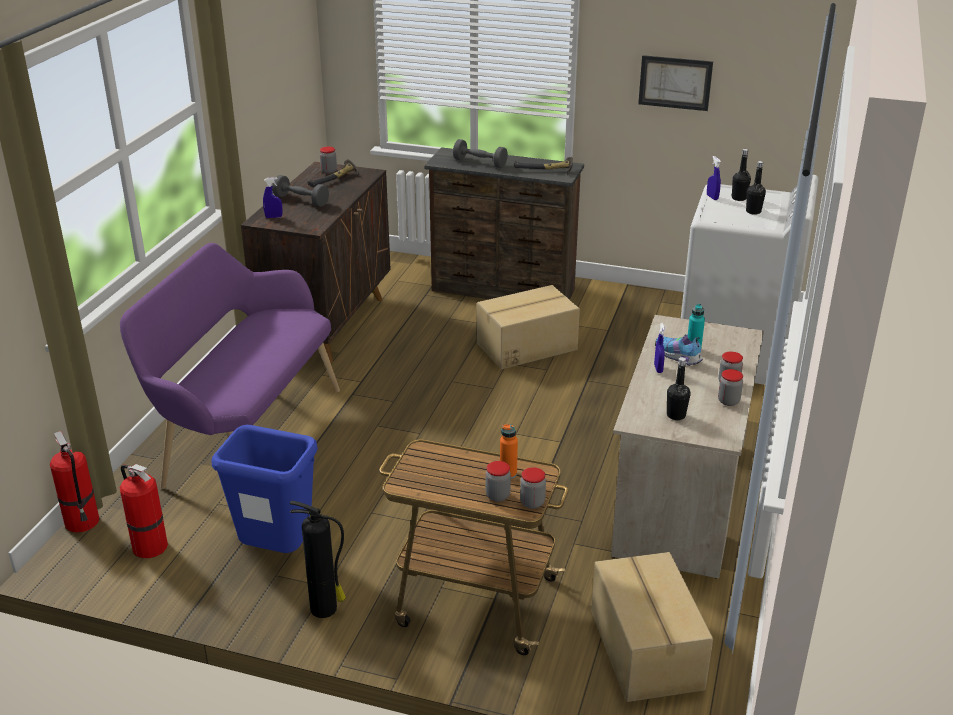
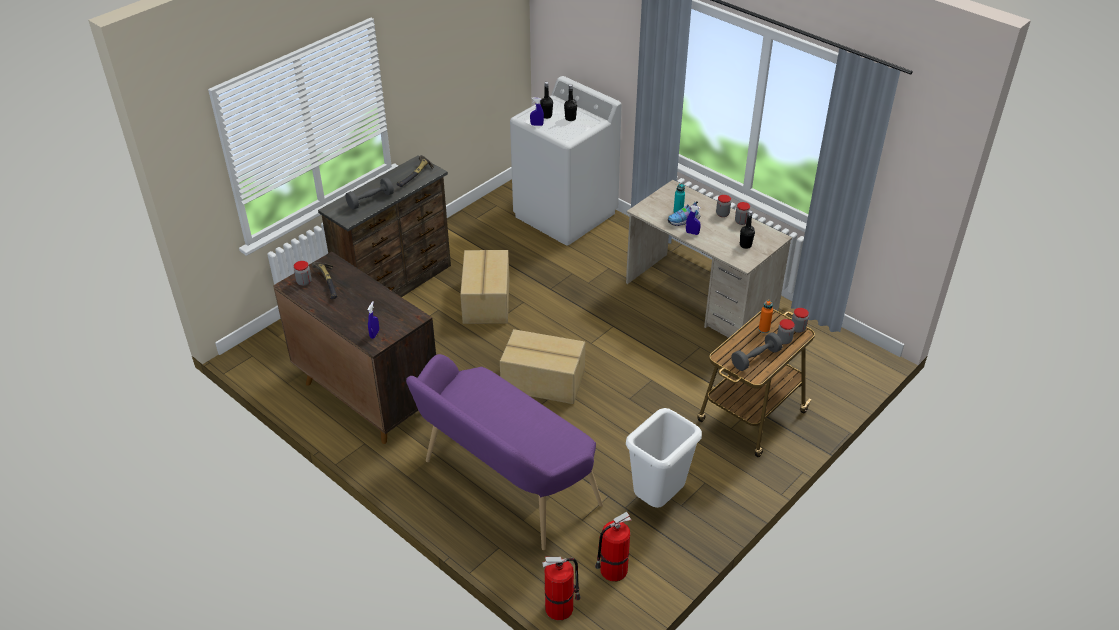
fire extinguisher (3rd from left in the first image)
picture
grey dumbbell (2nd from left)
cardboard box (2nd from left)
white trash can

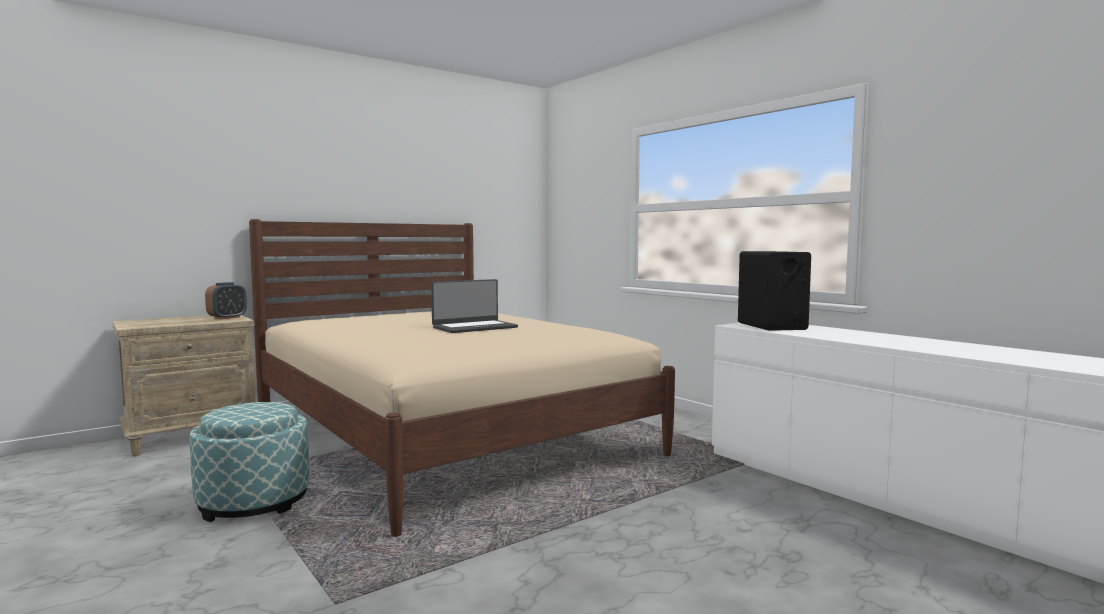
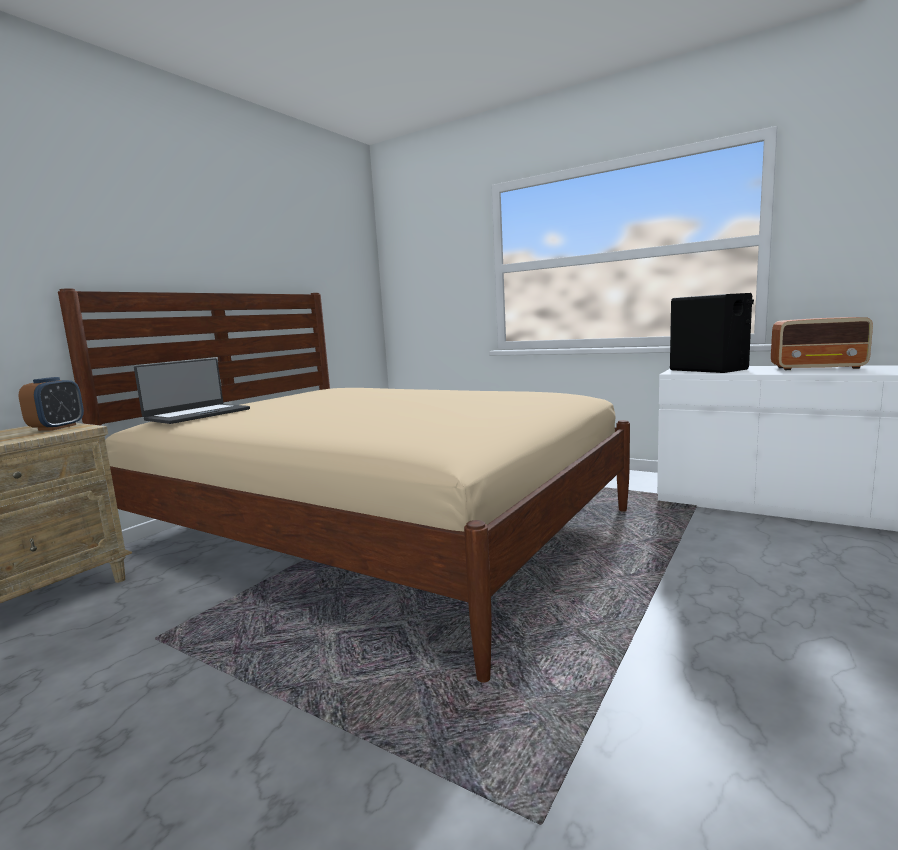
ottoman
radio
laptop

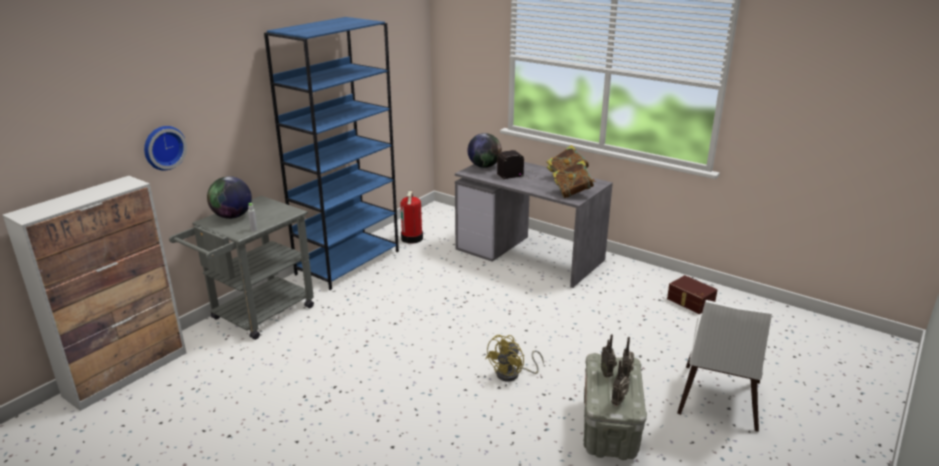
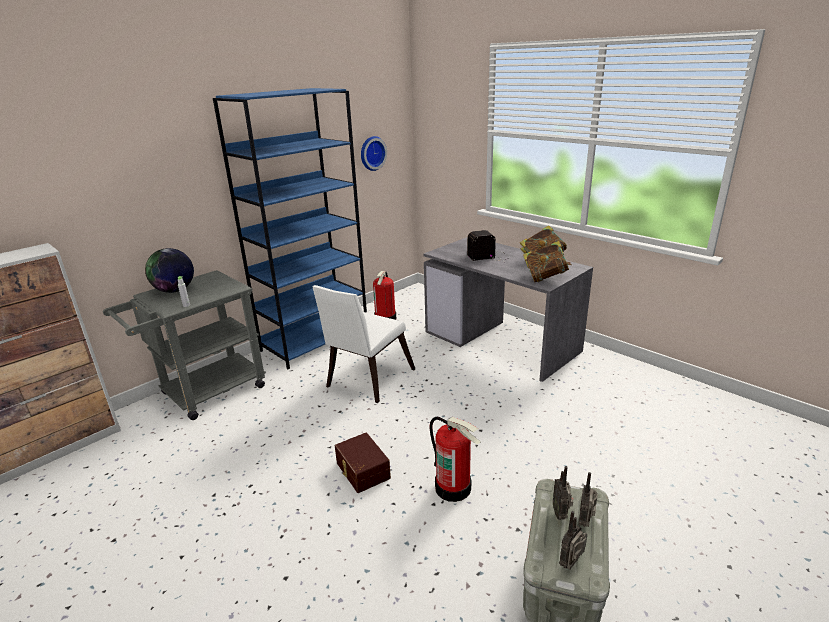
globe (2nd from left in the first image)
wall clock
brown storage box
white chair
fire extinguisher (2nd from left)

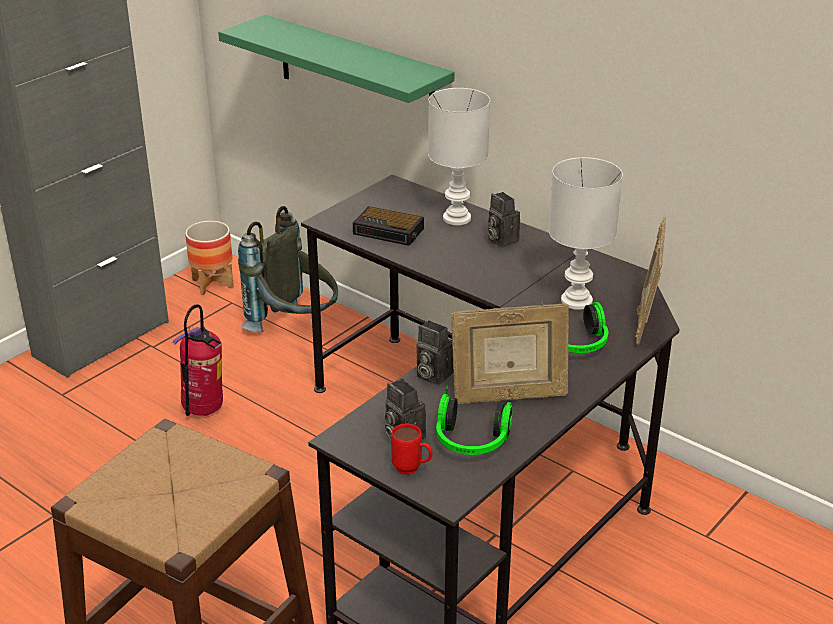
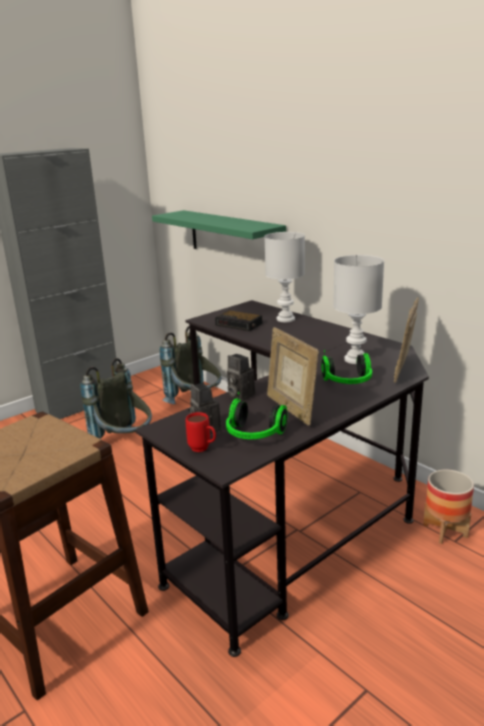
photo camera (3rd from left in the first image)
planter
grey backpack (1st from left)
picture frame (1st from left)

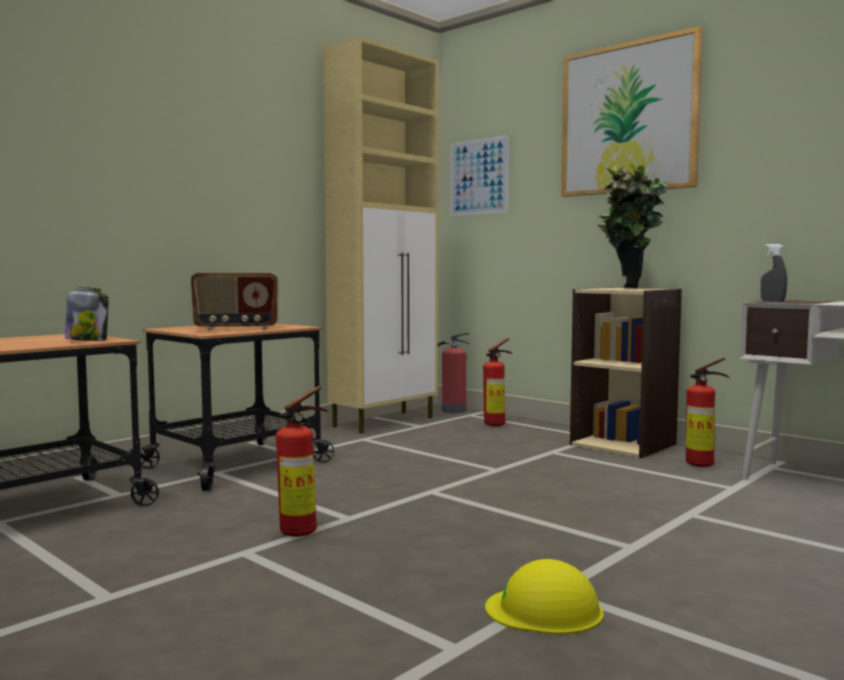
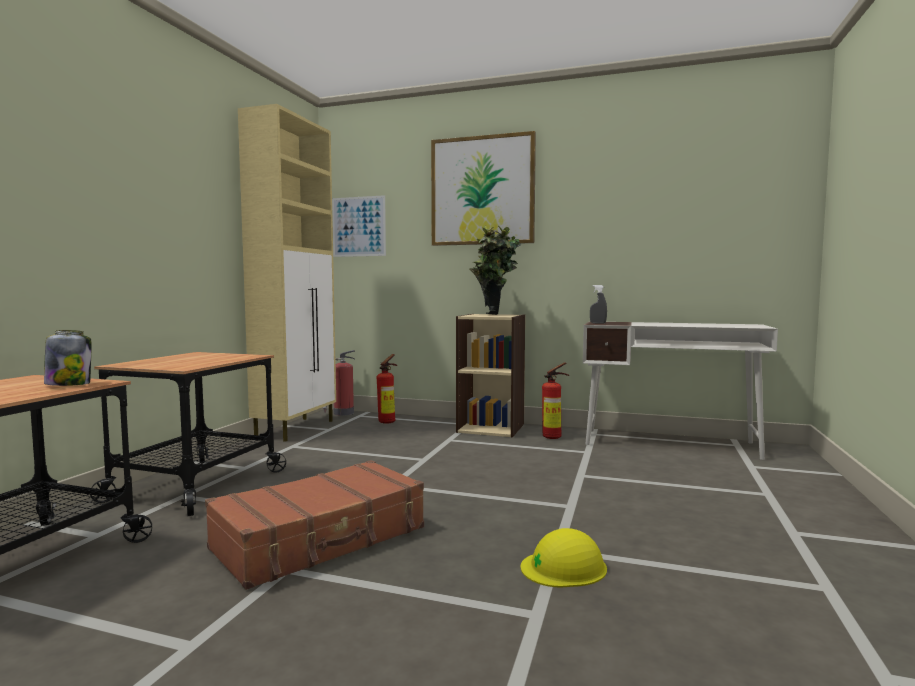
radio
brown suitcase

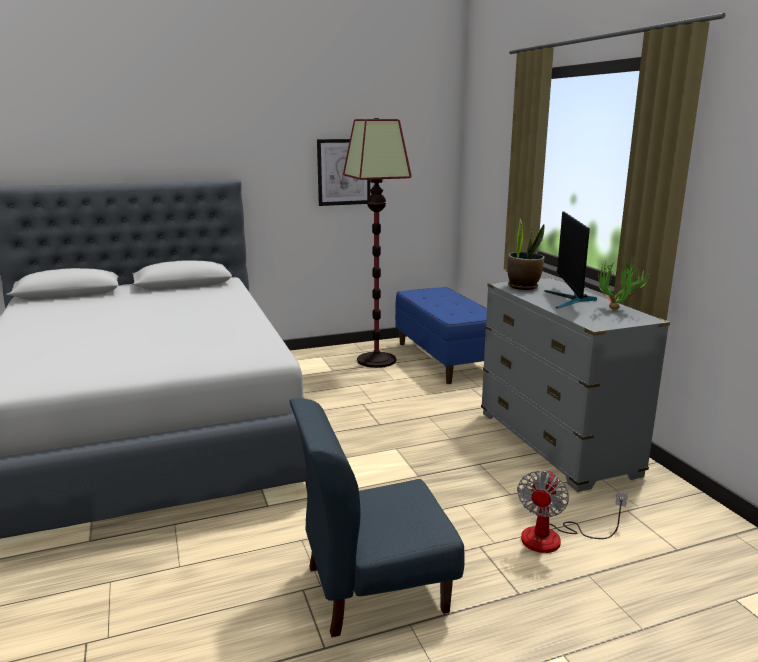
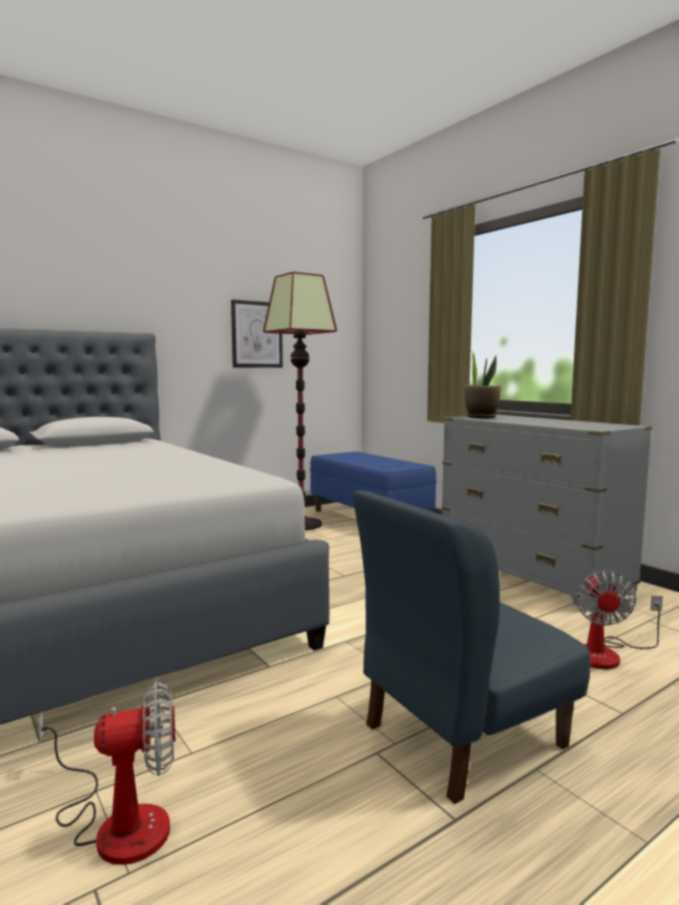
monitor
potted plant (2nd from left in the first image)
fan (1st from left)

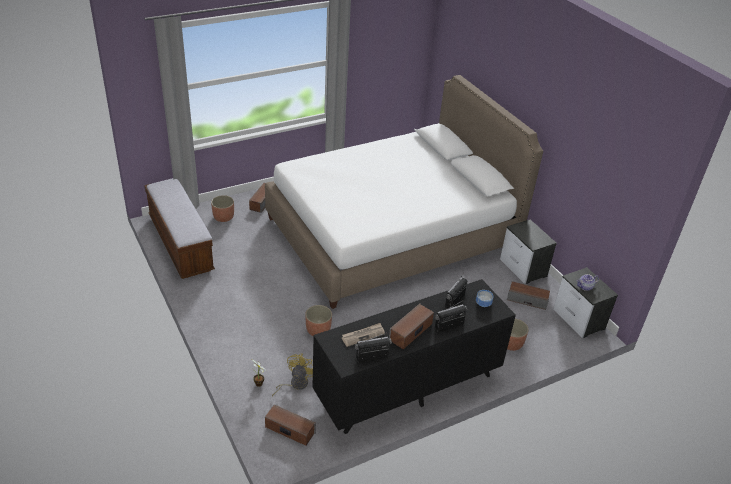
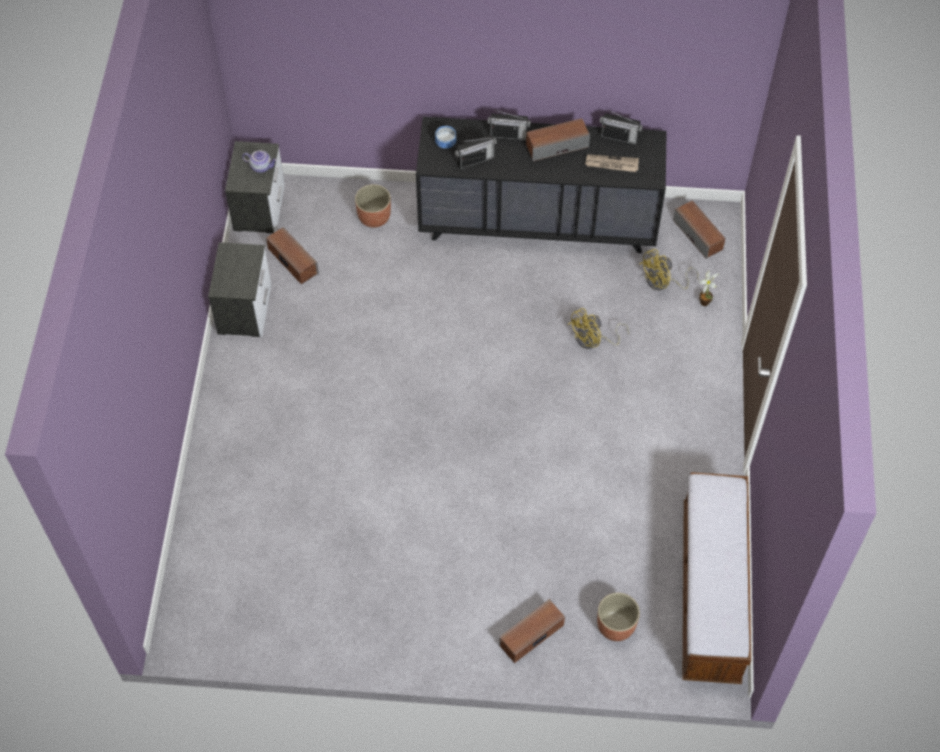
white bed
yellow fan (1st from left)

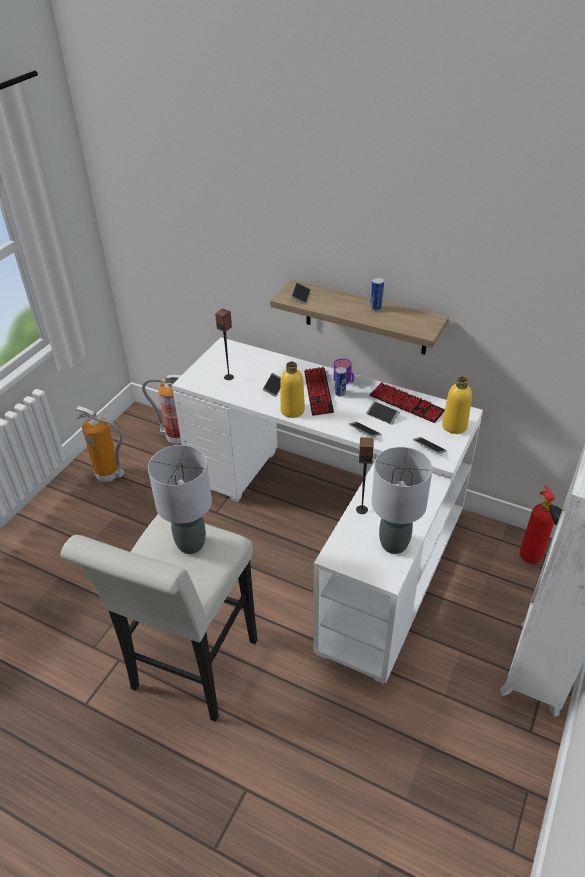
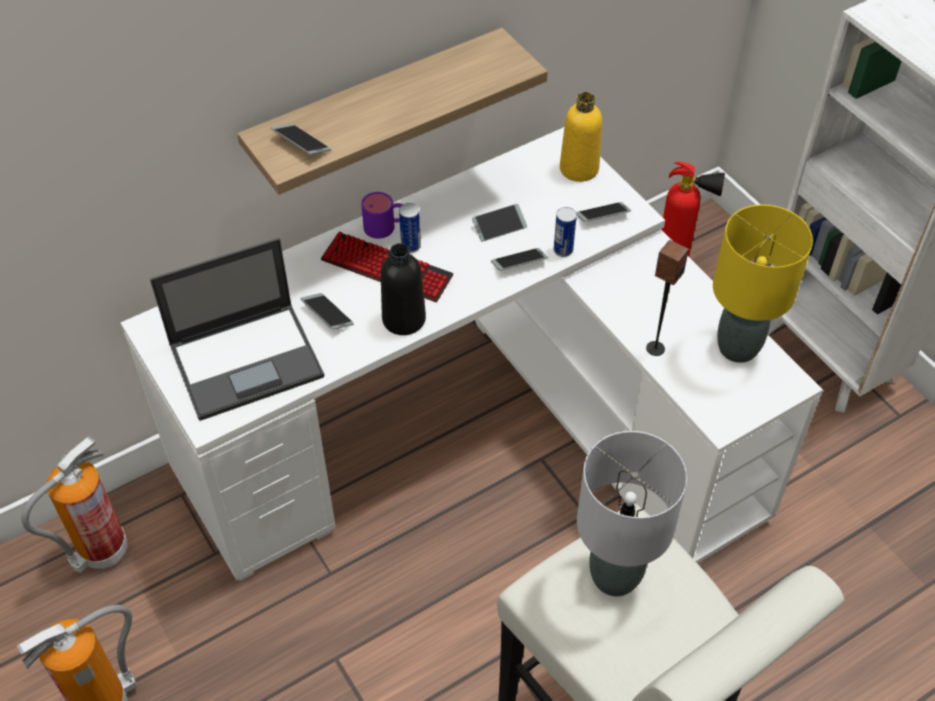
keyboard (2nd from left in the first image)
can (2nd from left)
laptop
black bottle
yellow table lamp

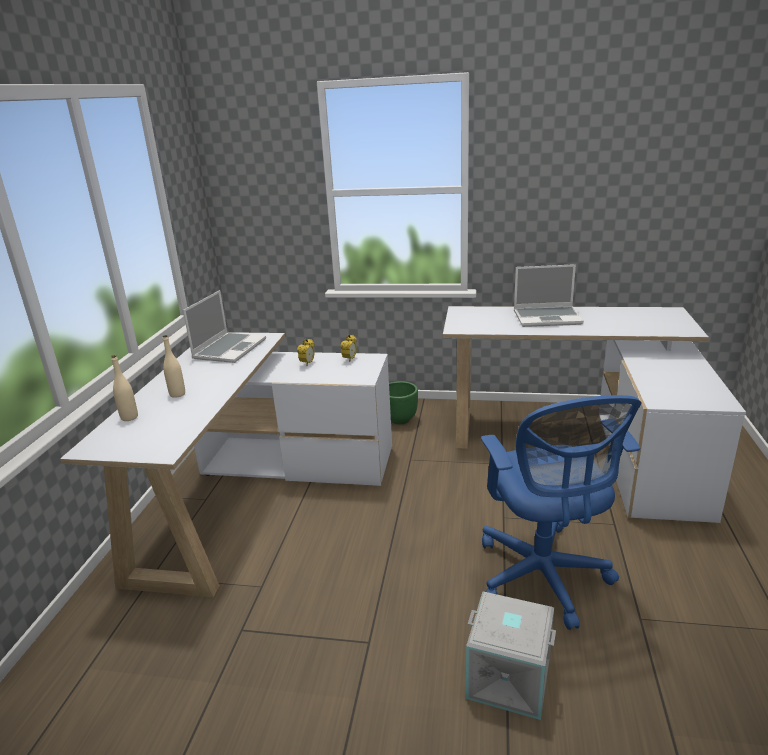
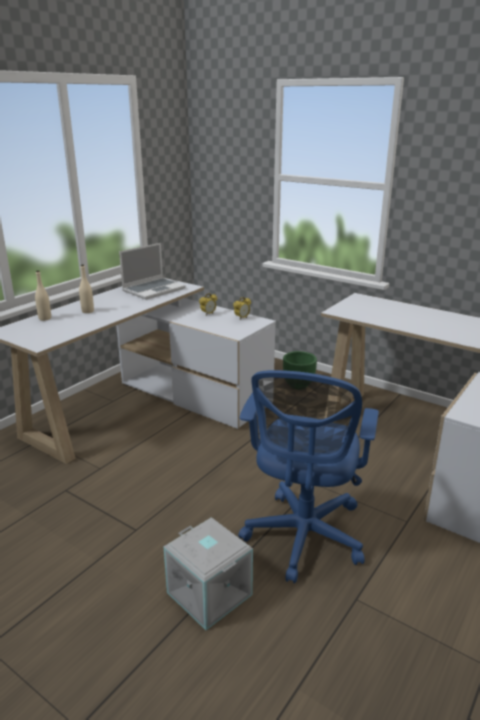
laptop (2nd from left in the first image)

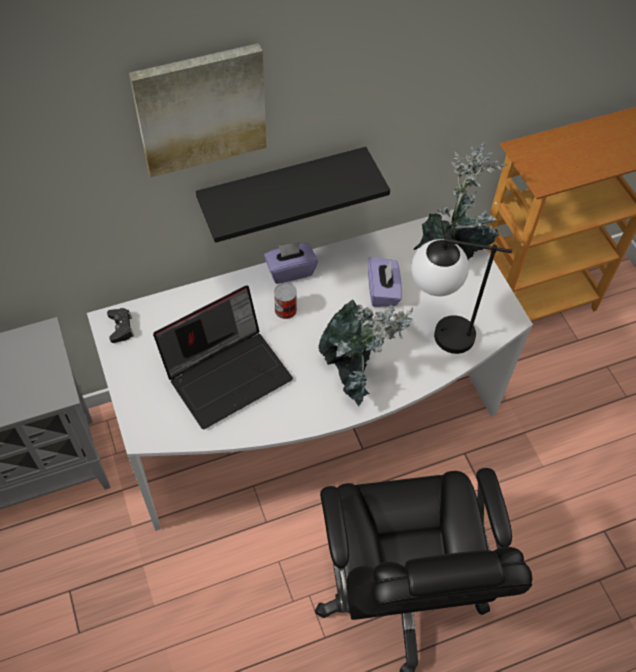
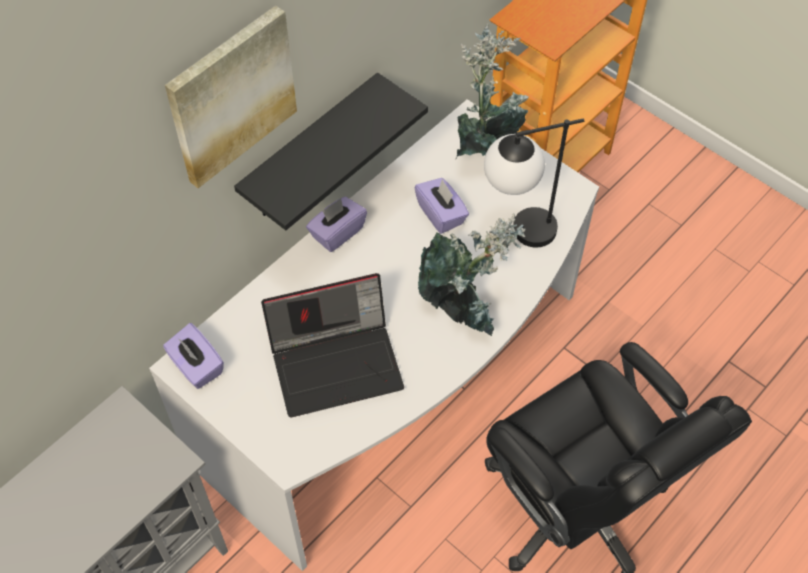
can
purple tissue box (1st from left)
laptop

